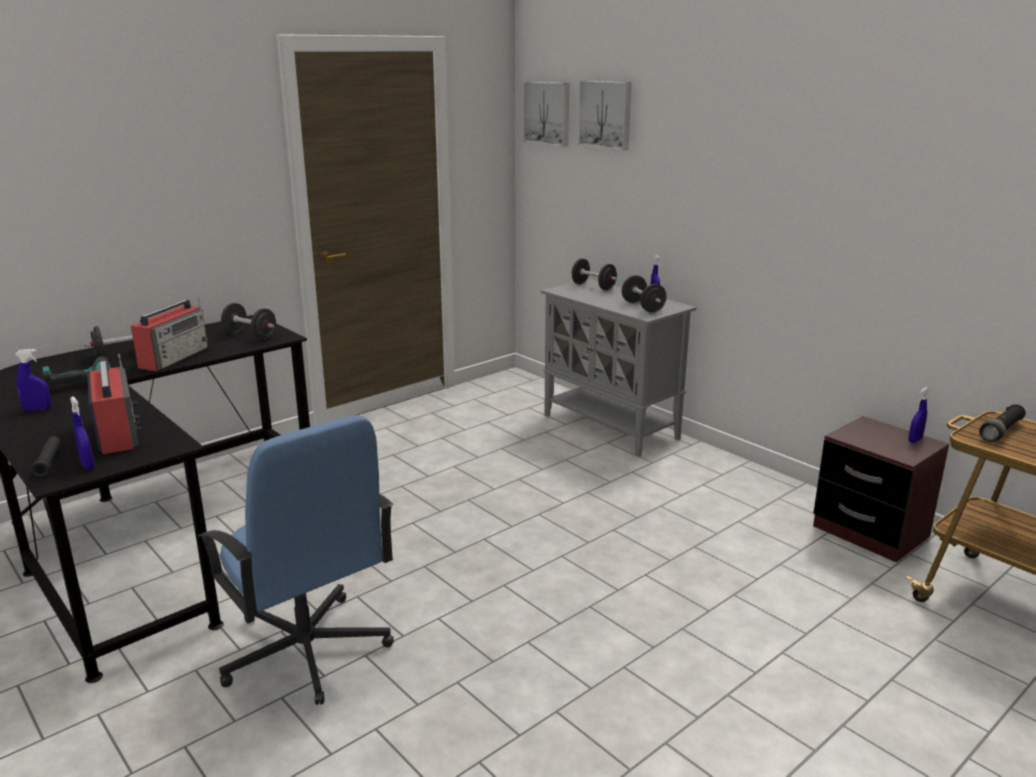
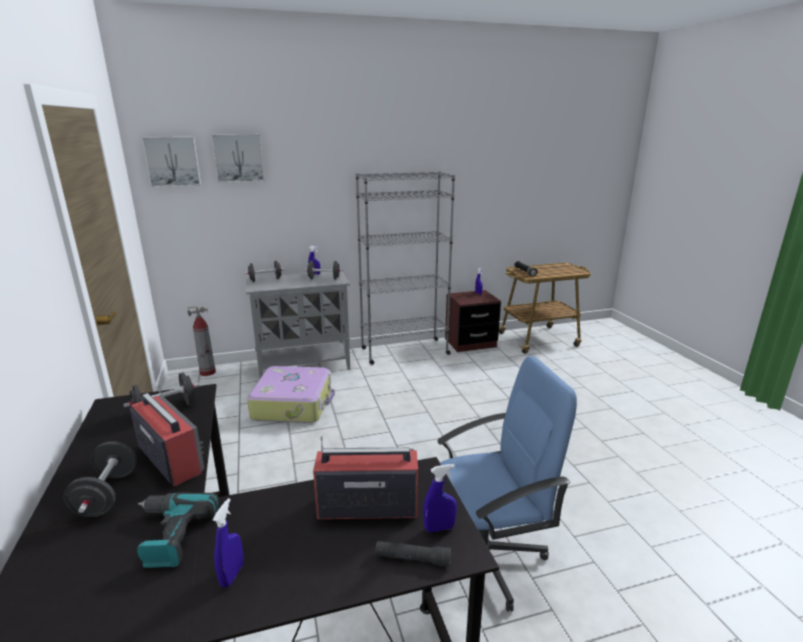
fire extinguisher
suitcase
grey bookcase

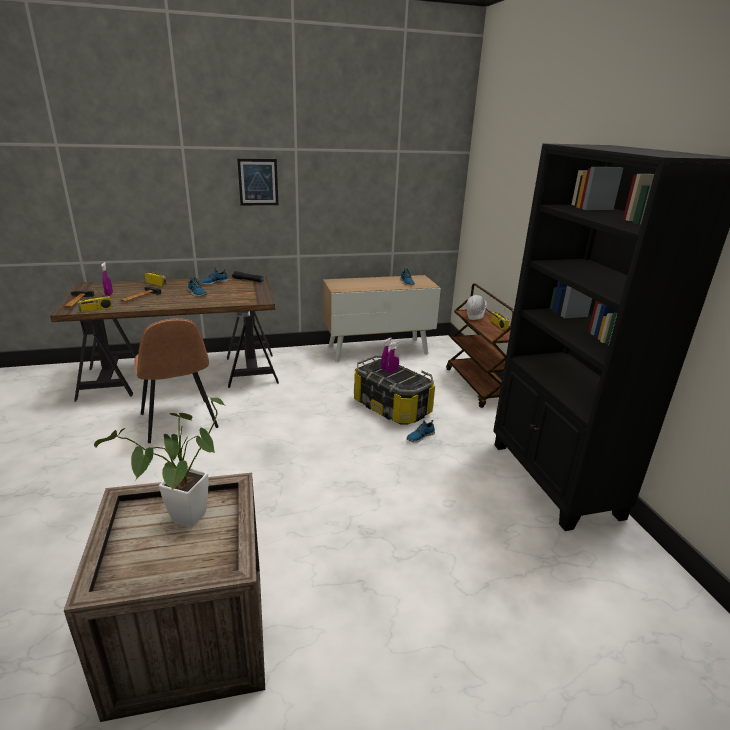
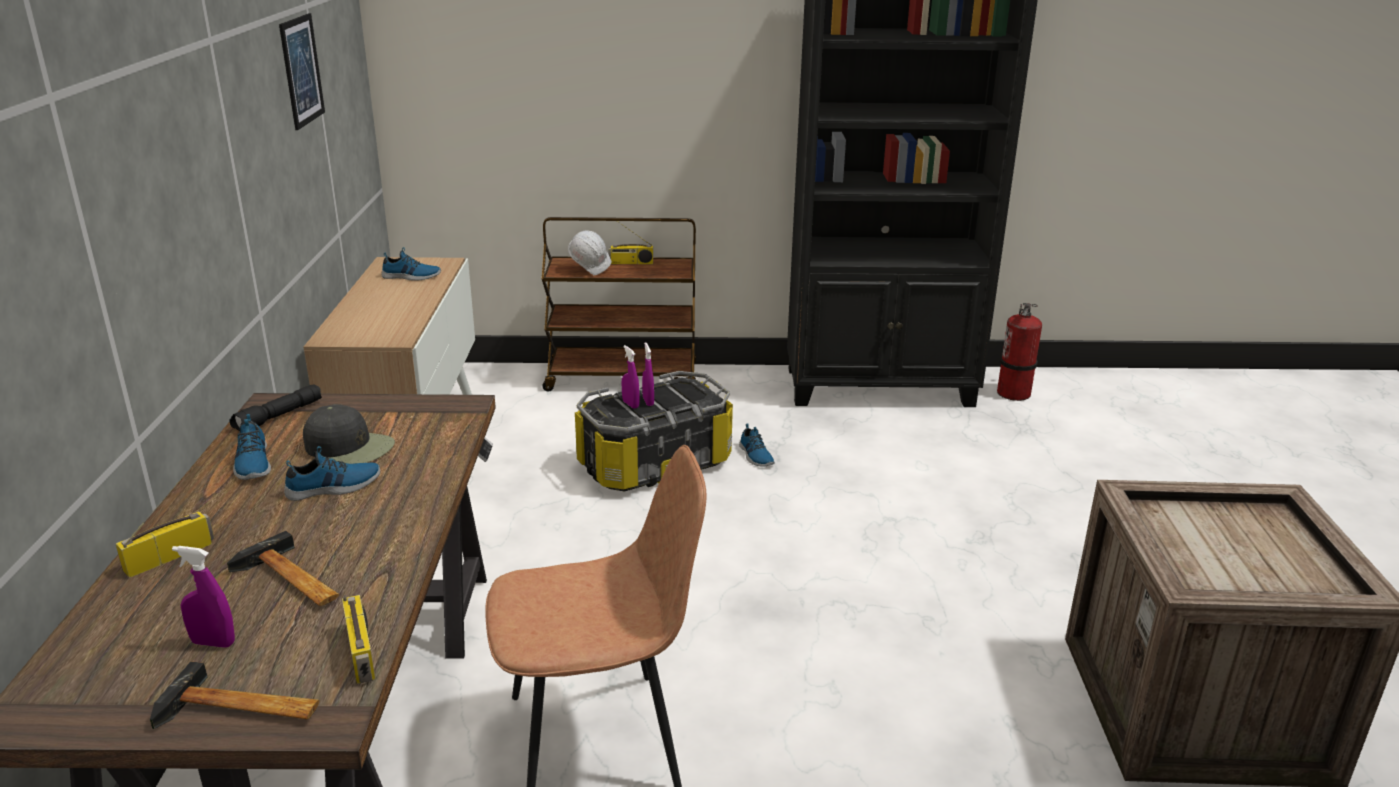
potted plant
black cap
fire extinguisher
picture

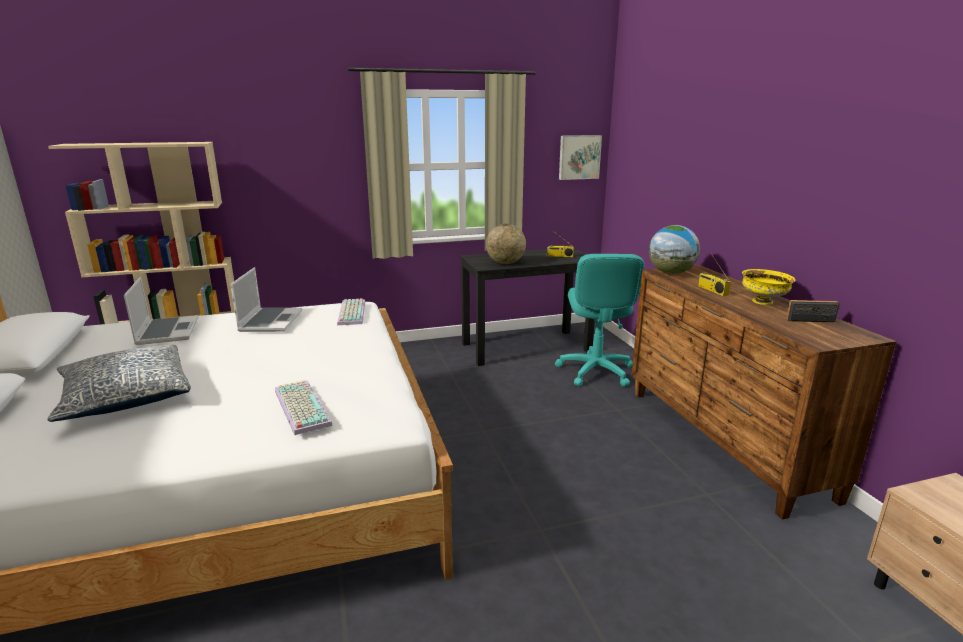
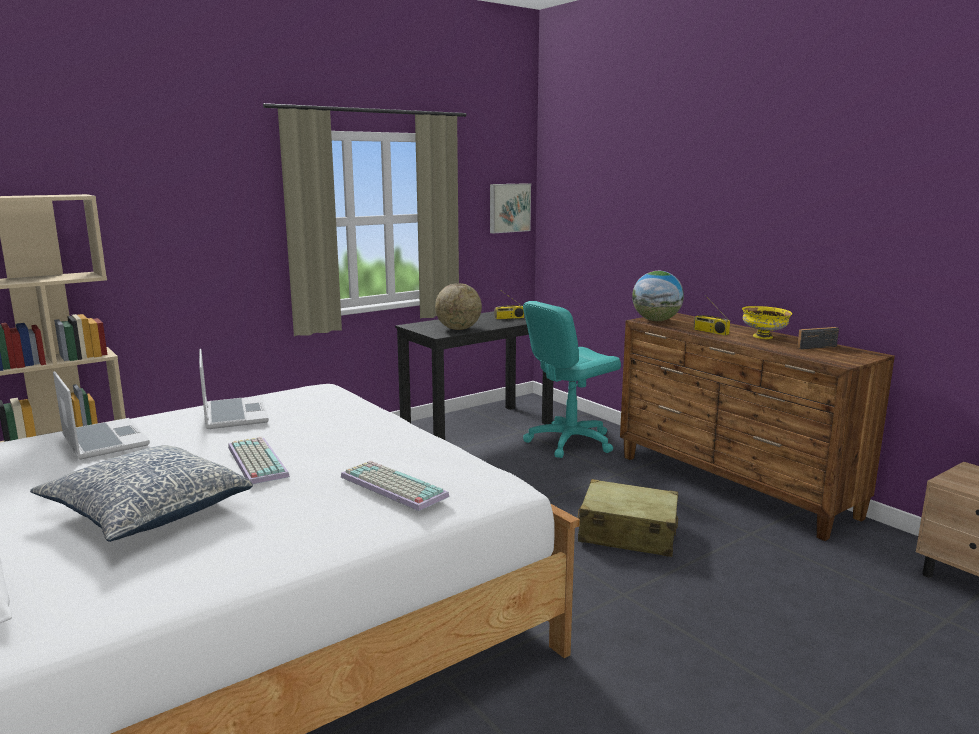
beige suitcase
keyboard (1st from left)
turquoise office chair

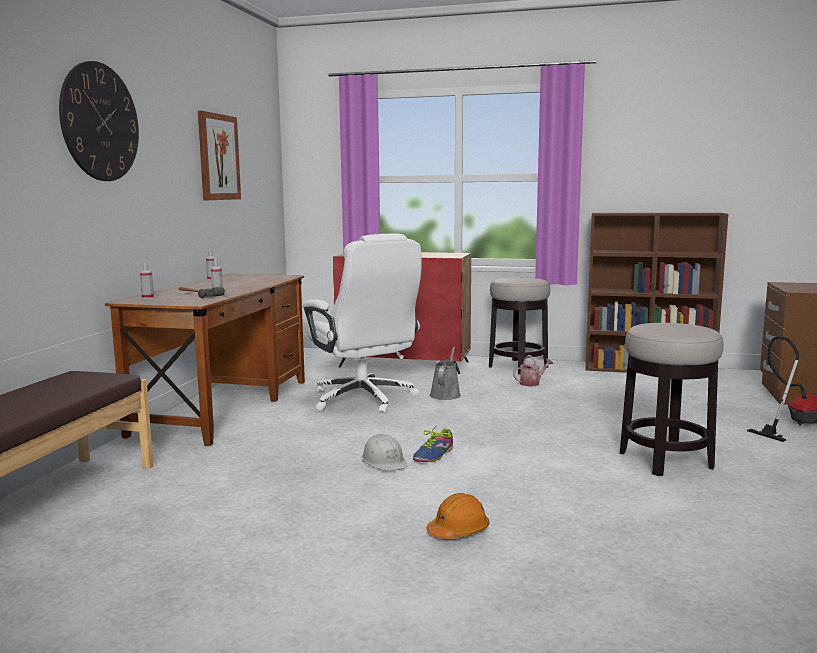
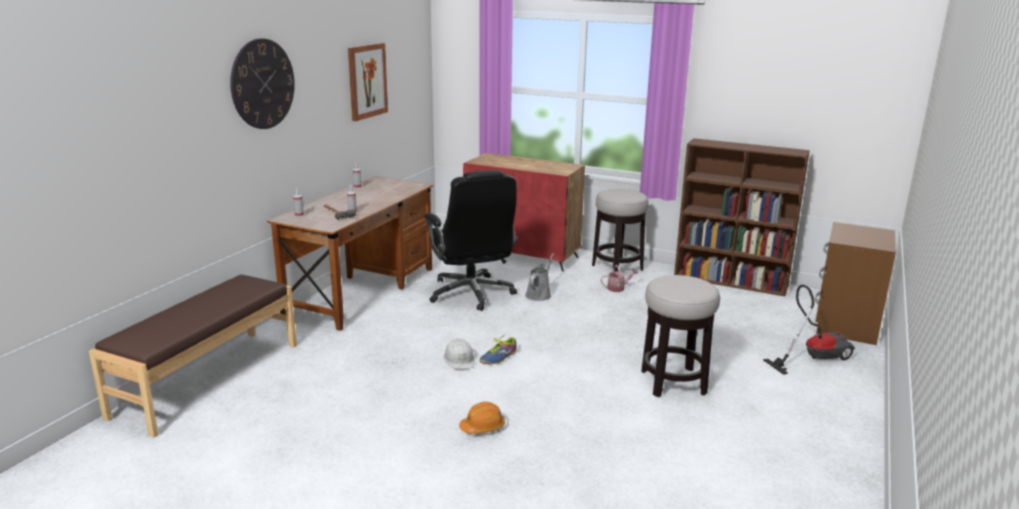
black office chair

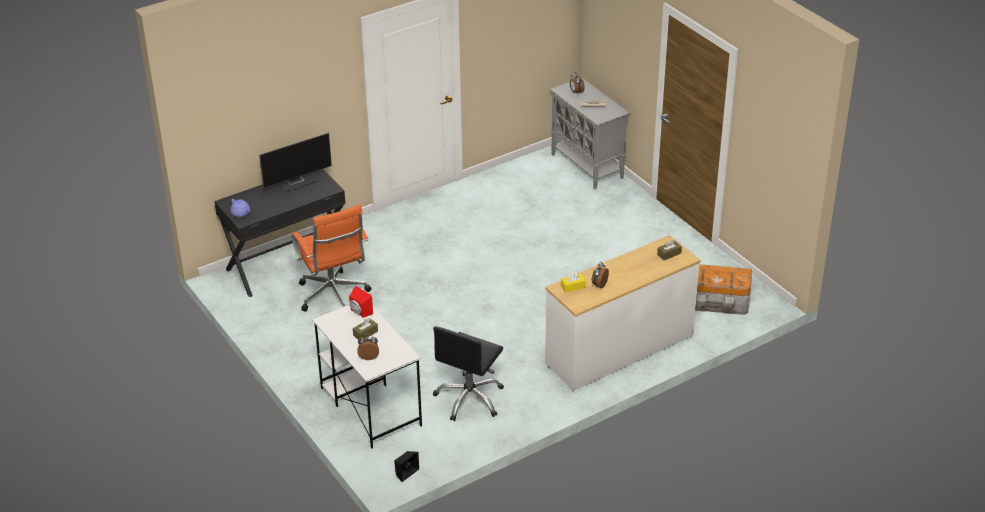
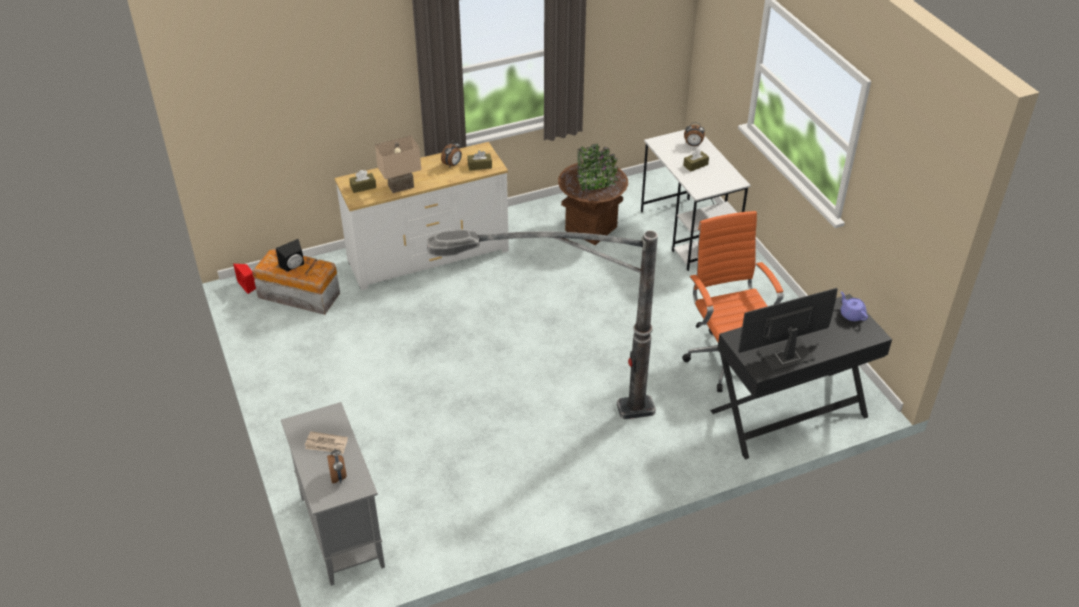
beige table lamp
floor lamp
red speaker
black speaker
brown planter
brown tissue box (2nd from left)

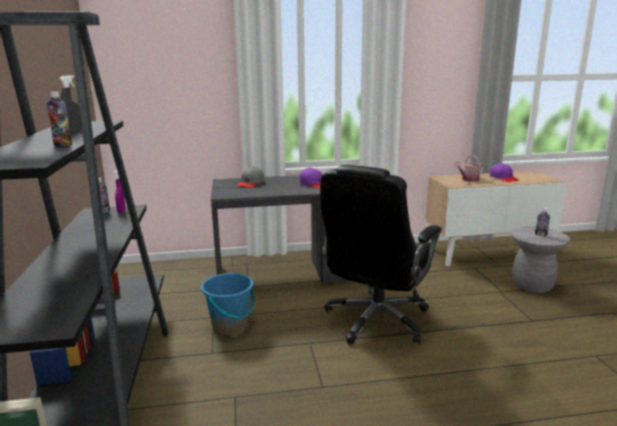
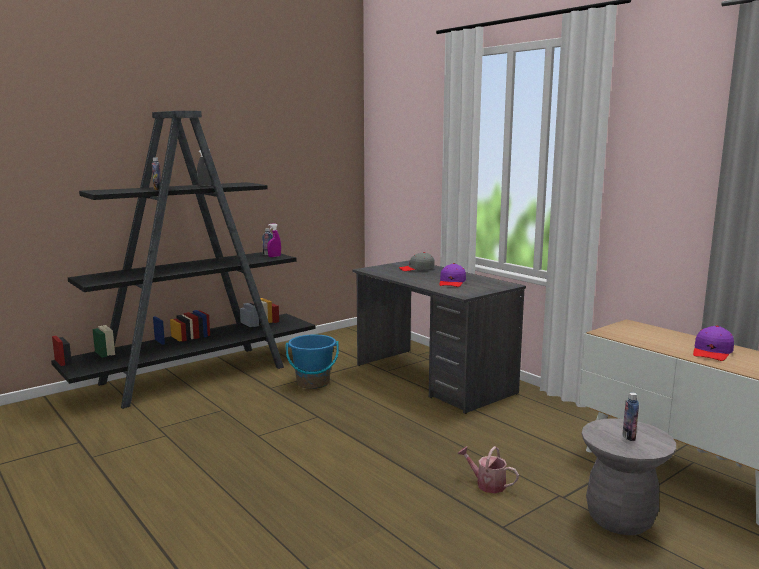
black office chair
watering can

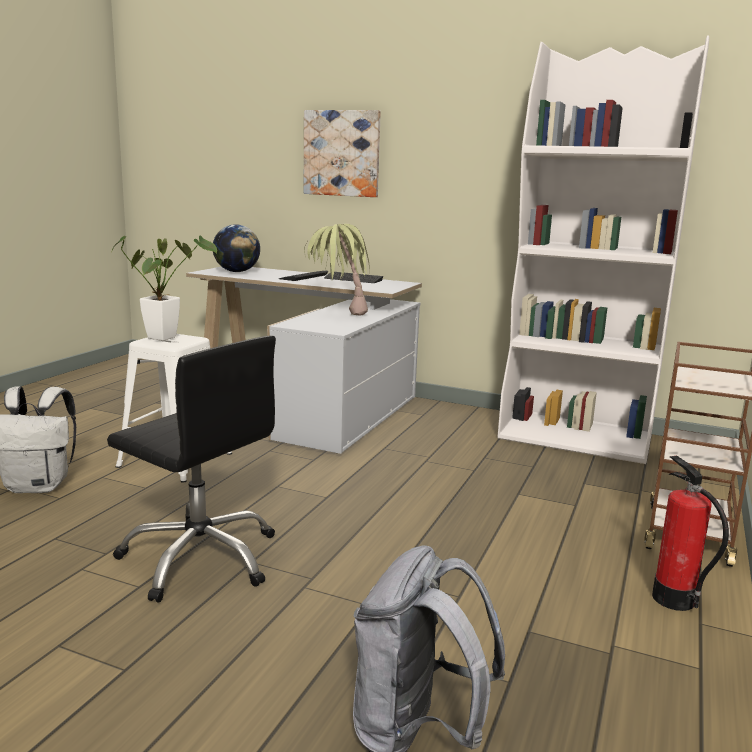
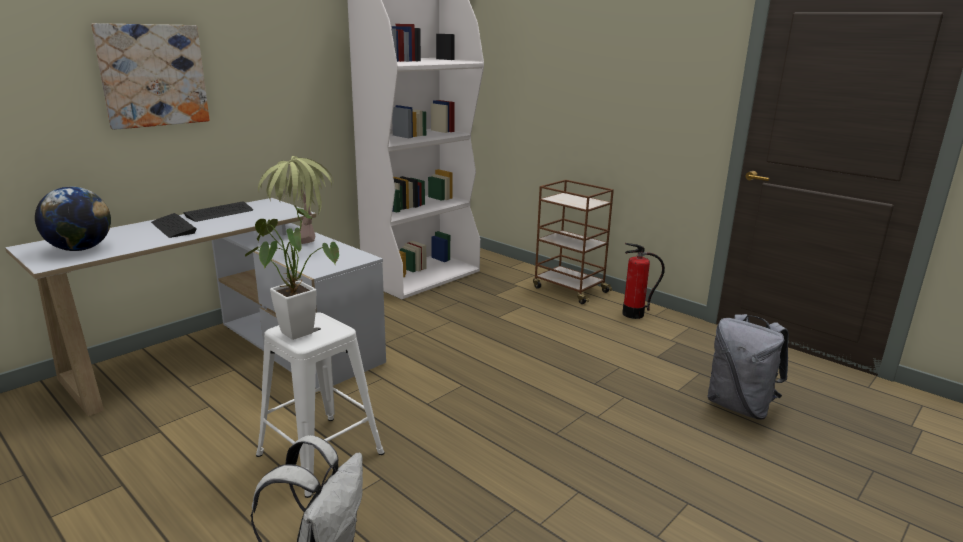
black office chair

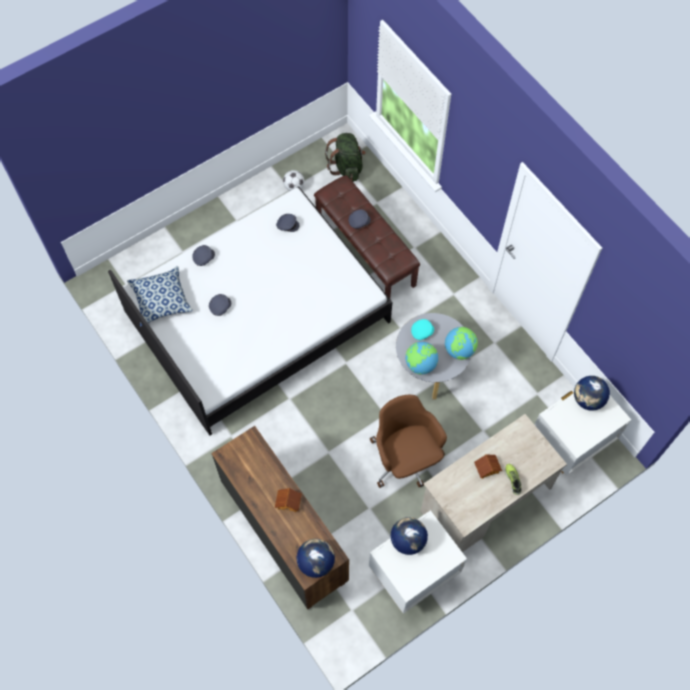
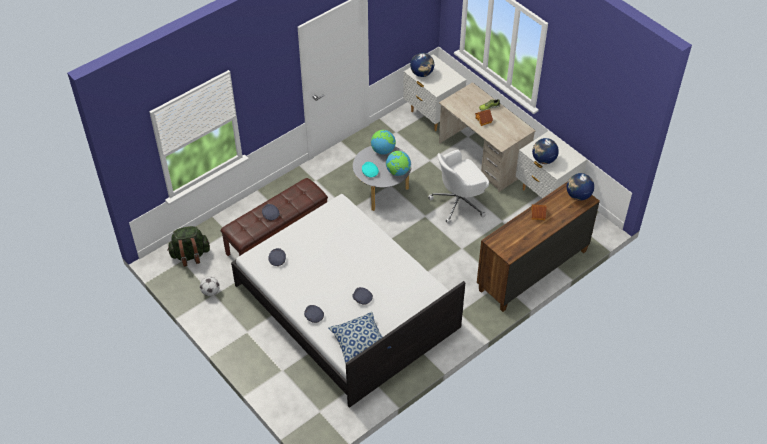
white office chair

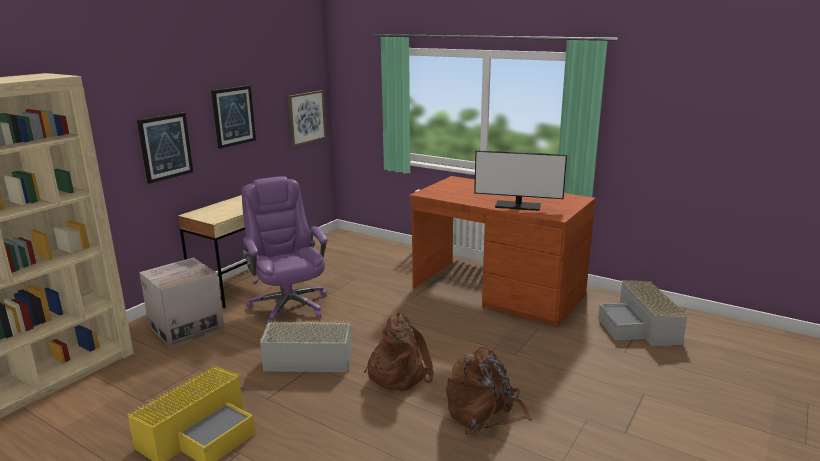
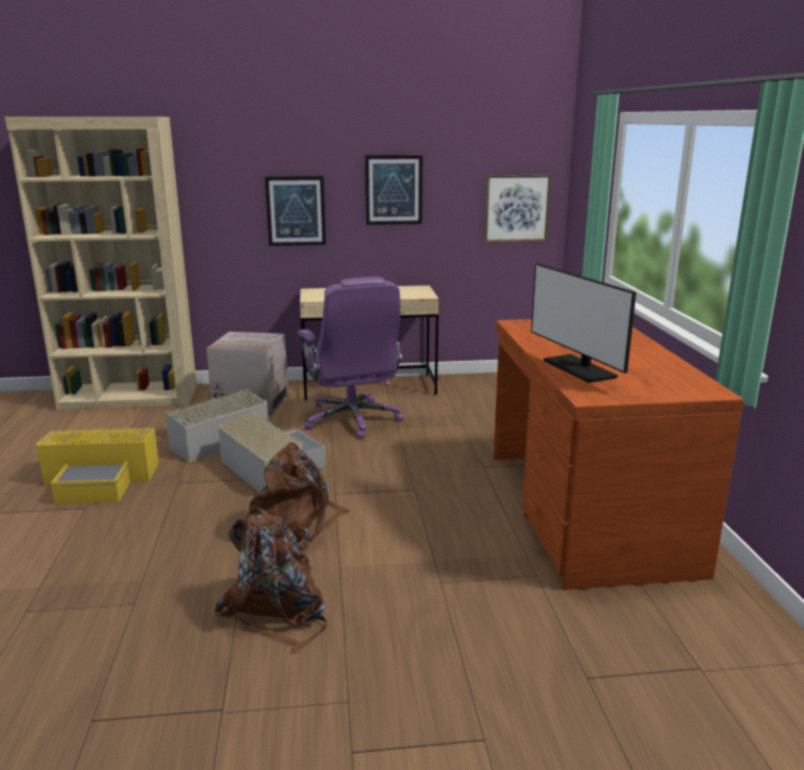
grey storage box (1st from left)
purple office chair

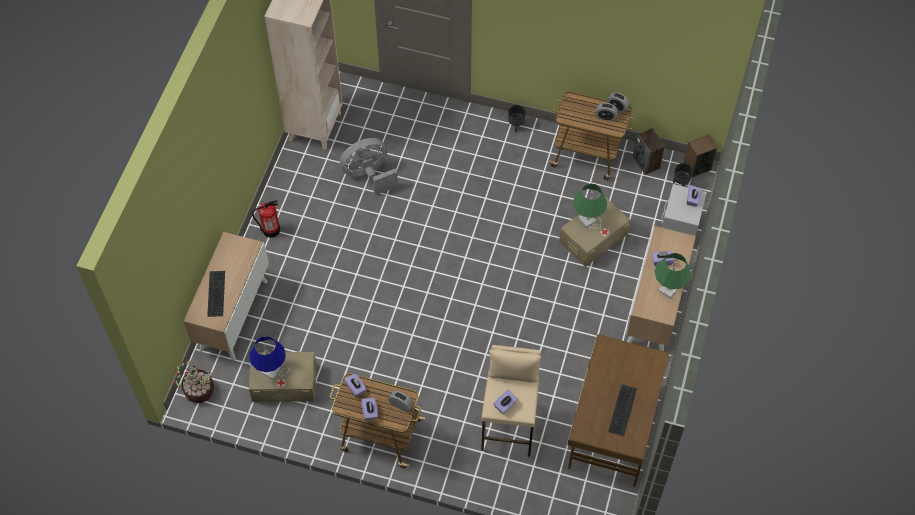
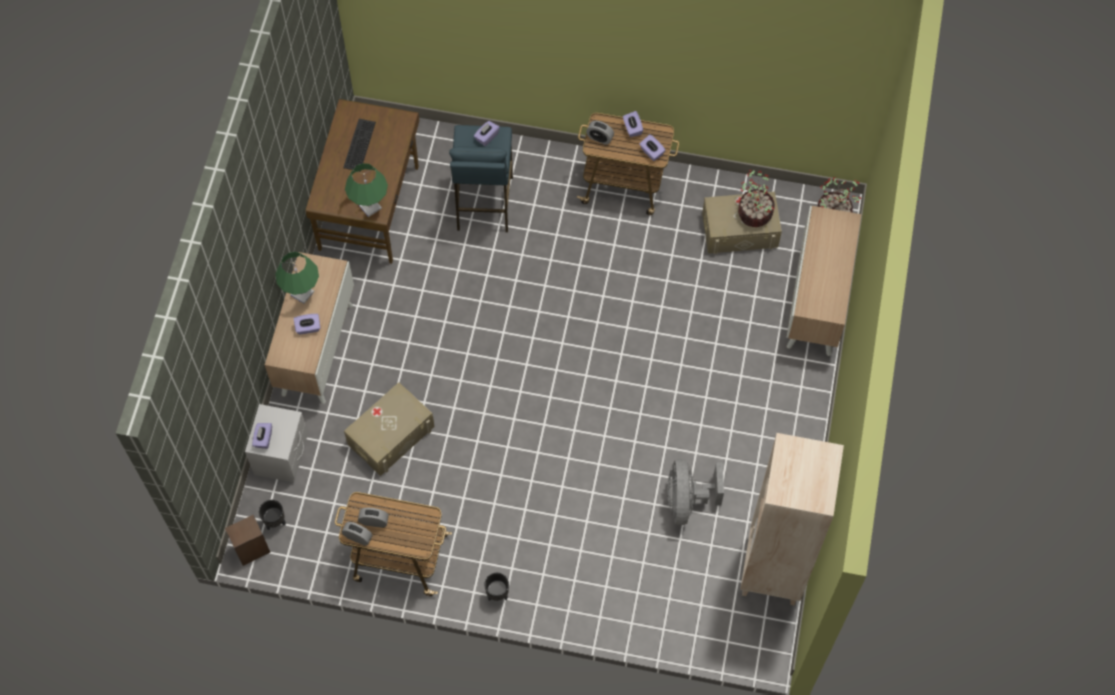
keyboard (1st from left in the first image)
fire extinguisher
speaker (1st from left in the first image)
green table lamp (2nd from left)
potted plant (1st from left)
blue stool
grey fan

